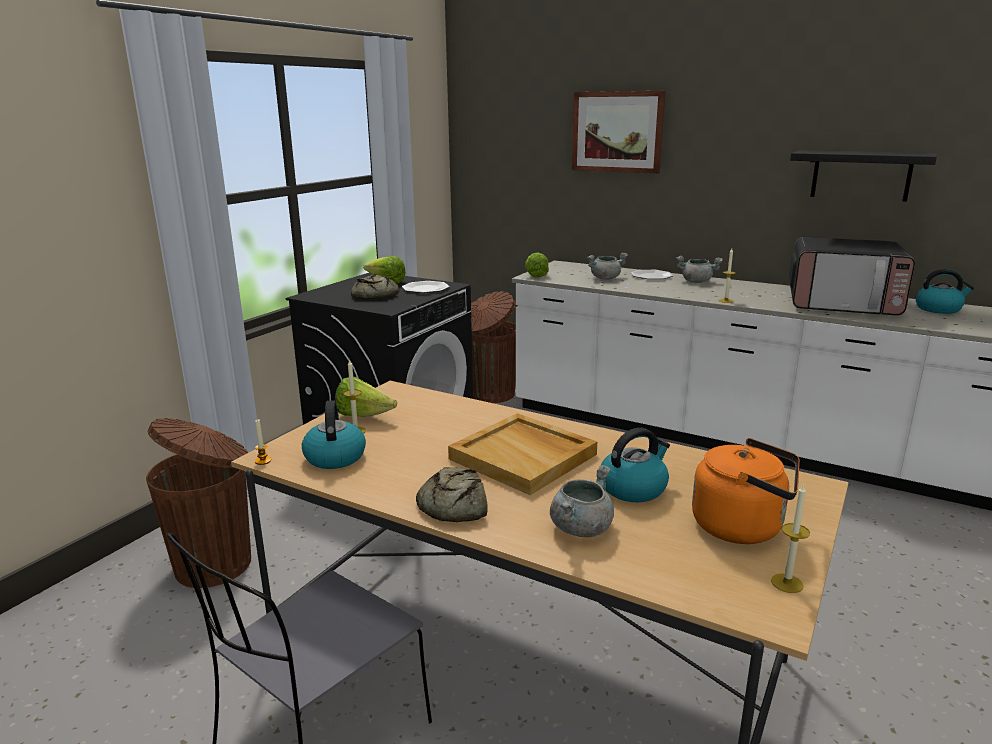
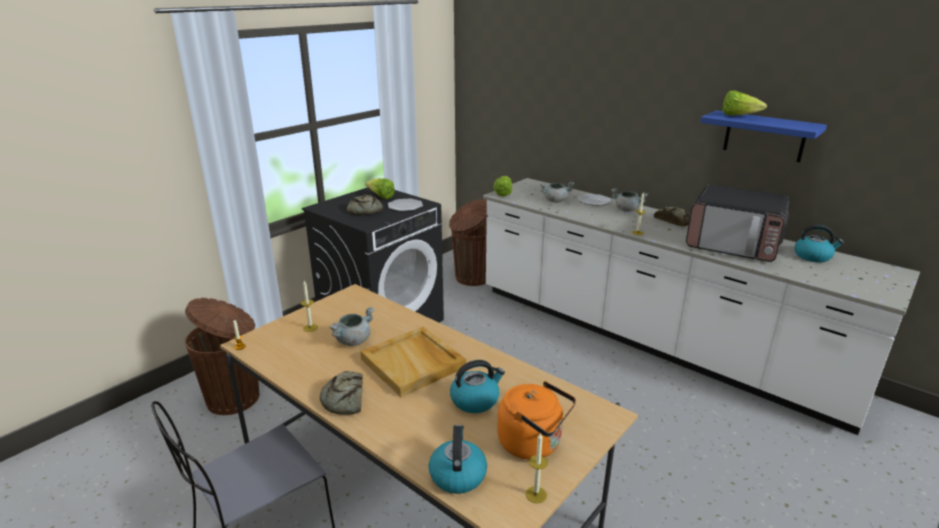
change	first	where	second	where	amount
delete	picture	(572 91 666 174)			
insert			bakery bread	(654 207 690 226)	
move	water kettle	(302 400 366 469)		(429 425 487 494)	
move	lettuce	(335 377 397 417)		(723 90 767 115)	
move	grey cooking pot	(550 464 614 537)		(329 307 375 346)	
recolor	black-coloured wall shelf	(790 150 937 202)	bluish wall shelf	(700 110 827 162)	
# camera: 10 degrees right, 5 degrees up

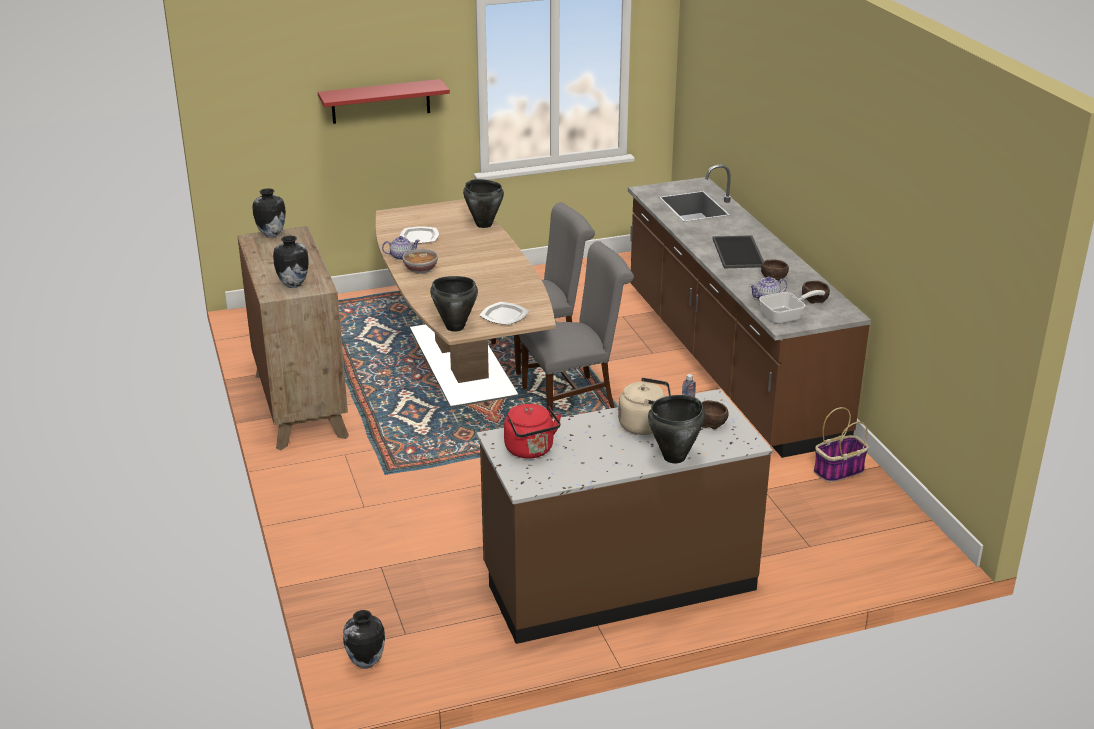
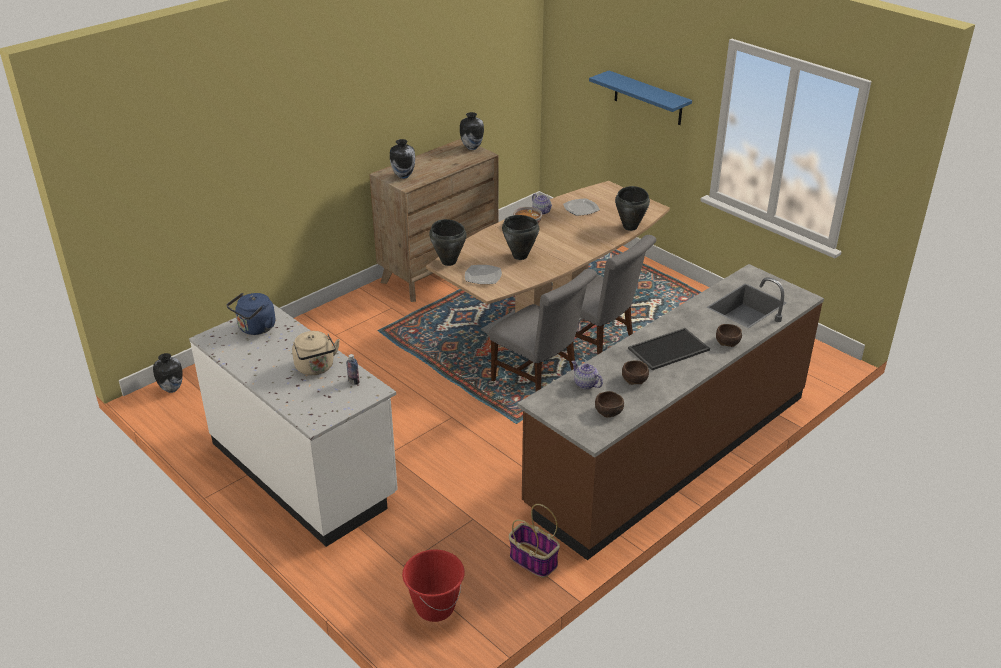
change	first	where	second	where	amount
delete	frying pan	(759 290 825 324)			
insert			reddish water bucket	(402 550 465 622)	
move	black-coloured cooking pot	(648 395 705 463)		(502 215 539 260)	
move	brown bowl	(702 400 728 429)		(716 324 742 347)	
recolor	reddish wall shelf	(318 79 450 124)	bluish wall shelf	(589 71 692 125)	
recolor	brown kitchen counter	(477 389 773 644)	whitish kitchen counter	(189 304 398 547)	
recolor	reddish water kettle	(504 404 561 459)	bluish water kettle	(227 293 275 335)	
# camera: 65 degrees right, 5 degrees up

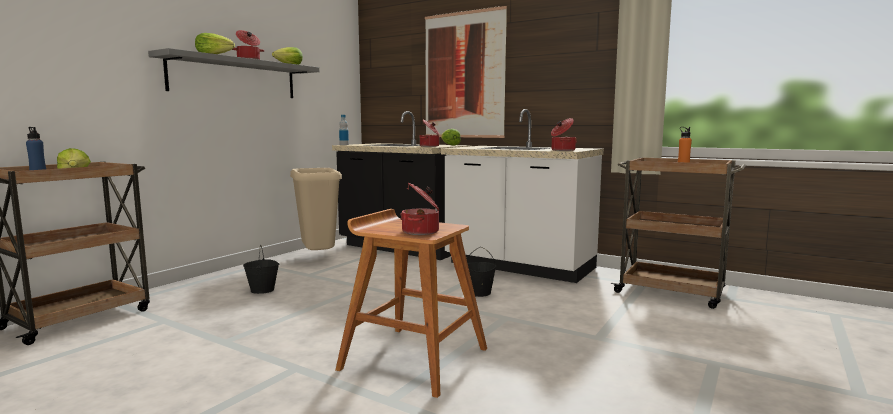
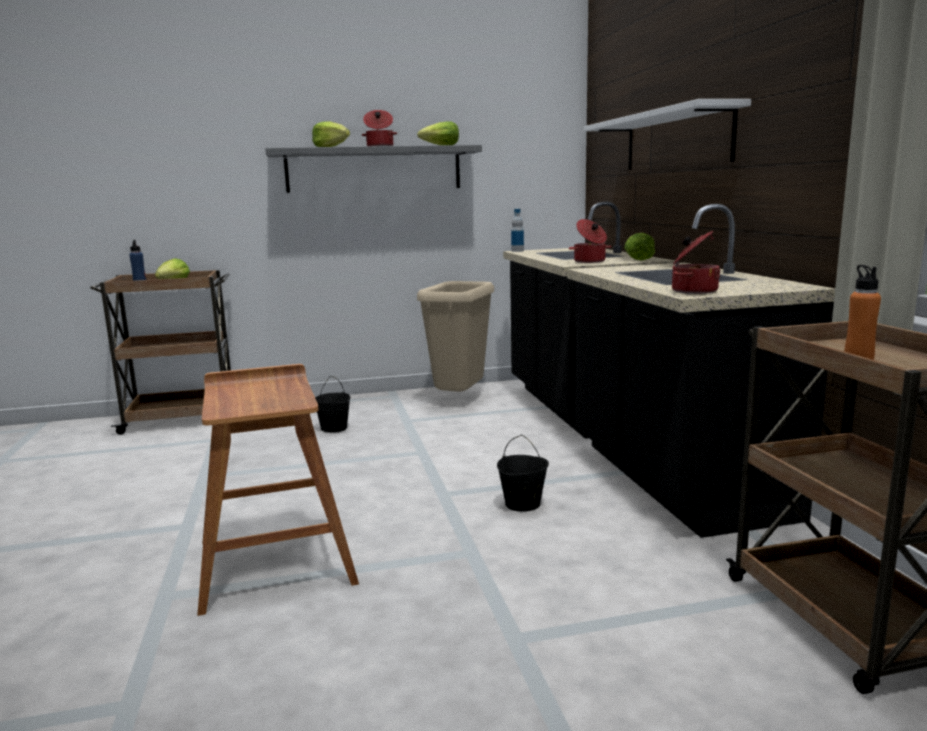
change	first	where	second	where	amount
delete	cooking pot	(400 182 439 235)			
replace	picture	(425 6 507 138)	whitish wall shelf	(584 99 751 170)	
recolor	whitish kitchen counter	(441 109 604 283)	black-coloured kitchen counter	(568 204 835 538)	
# camera: 45 degrees right, 5 degrees up

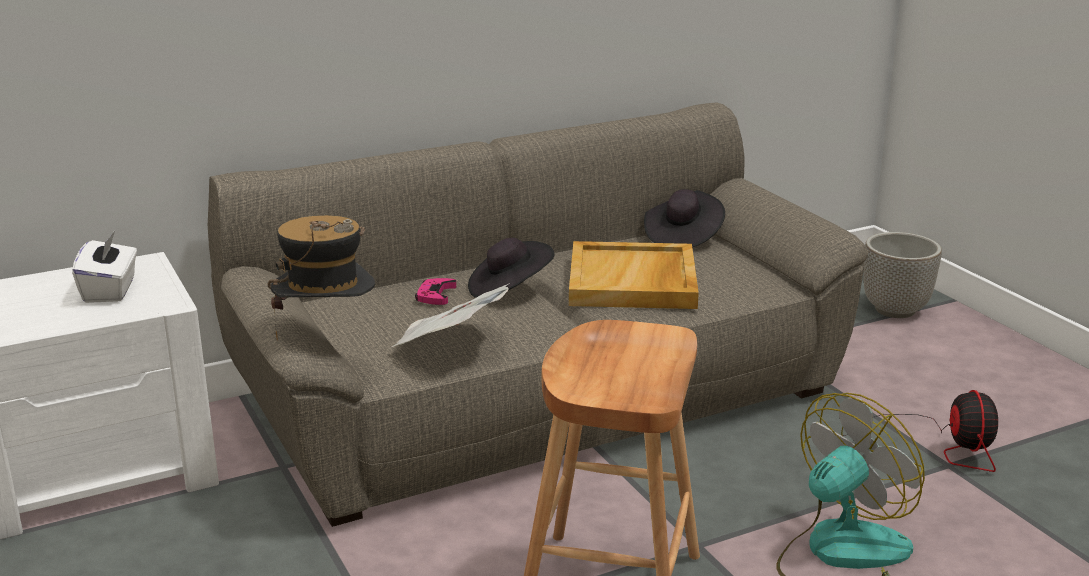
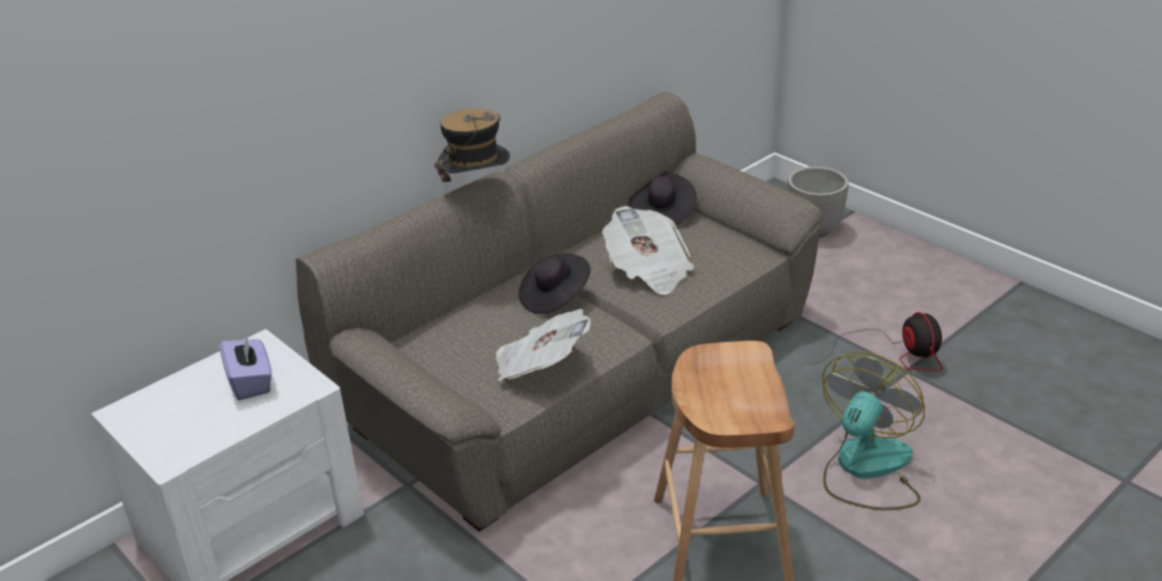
change	first	where	second	where	amount
delete	pink joypad	(415 278 456 305)			
move	clothing hat	(267 215 375 340)		(434 108 510 204)	
replace	beige-coloured tray	(569 241 699 309)	printed paper	(602 206 694 295)	
recolor	whitish tissue box	(72 231 137 303)	purple tissue box	(220 334 272 400)	
# camera: 15 degrees left, 10 degrees up

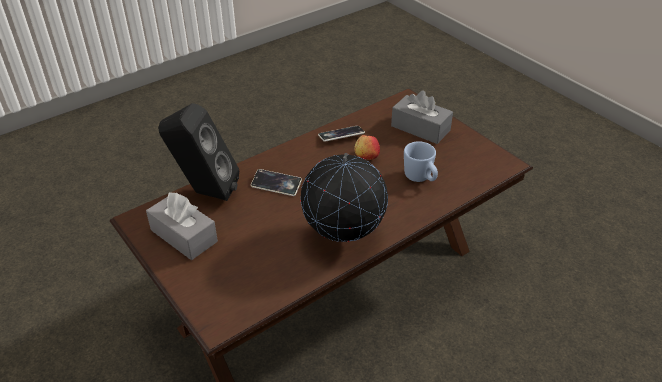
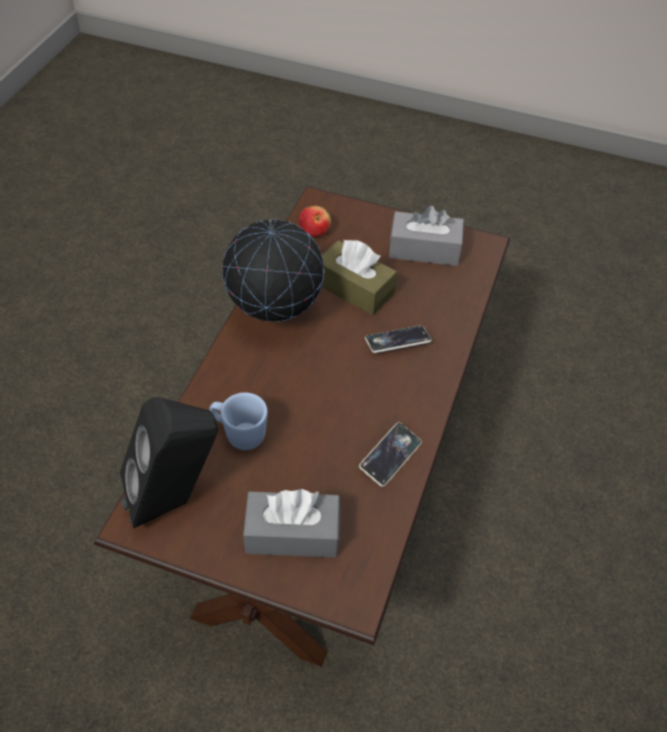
change	first	where	second	where	amount
insert			brown tissue box	(322 239 397 315)	
move	black-coloured loudspeaker	(158 103 239 201)		(120 397 218 528)	
move	apple	(354 135 380 160)		(299 206 331 237)	
# camera: 145 degrees right, 10 degrees up

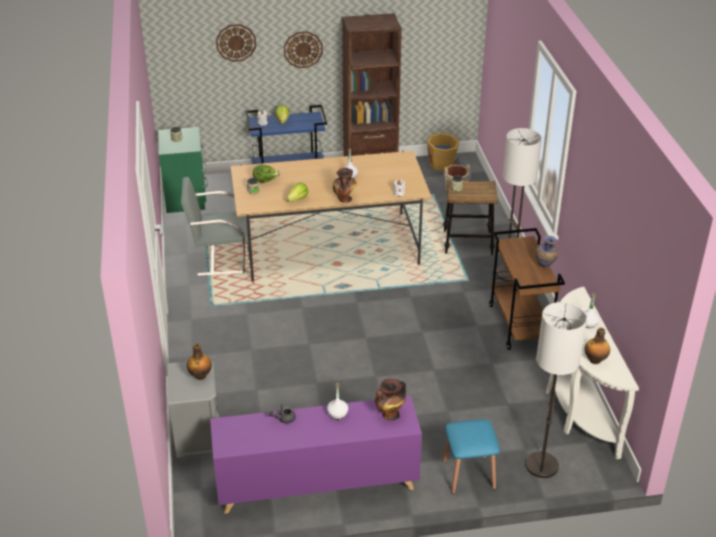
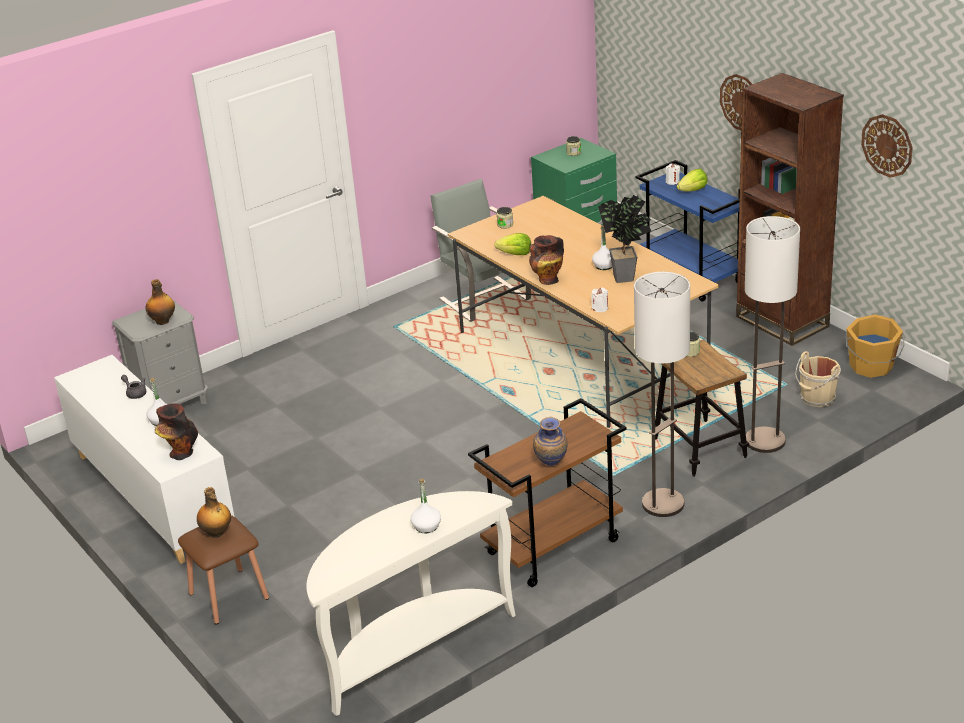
change	first	where	second	where	amount
delete	lettuce	(253 165 280 183)			
insert			plant in a pot	(598 195 651 283)	
move	clock on the wall	(216 24 256 62)		(861 114 913 178)	
move	standard lamp	(526 302 587 478)		(745 216 800 453)	
move	drink bottle	(584 327 610 364)		(197 487 231 538)	
recolor	purple cupboard	(210 396 422 514)	whitish cupboard	(54 355 234 564)	
recolor	bluish stool seat	(443 419 500 494)	brown stool seat	(178 515 269 624)	
# camera: 65 degrees right, 5 degrees down

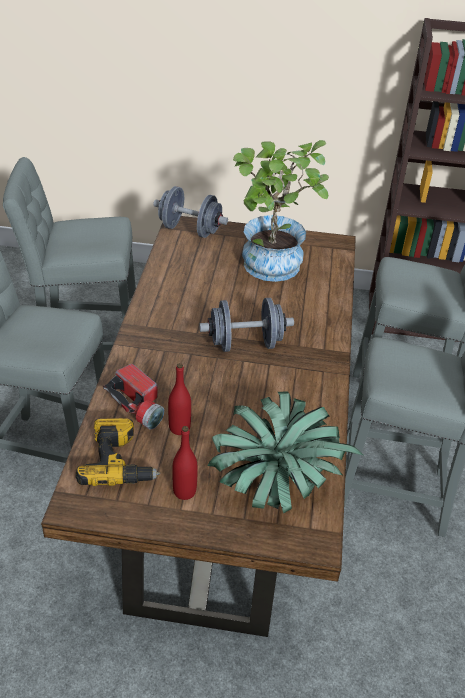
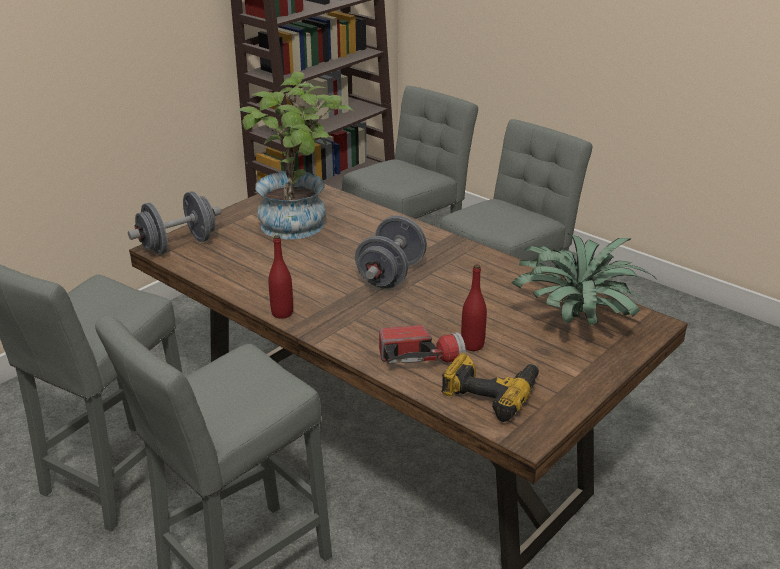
change	first	where	second	where	amount
move	reddish drink bottle	(172 426 198 500)		(269 235 293 319)	
# camera: 55 degrees left, 10 degrees down

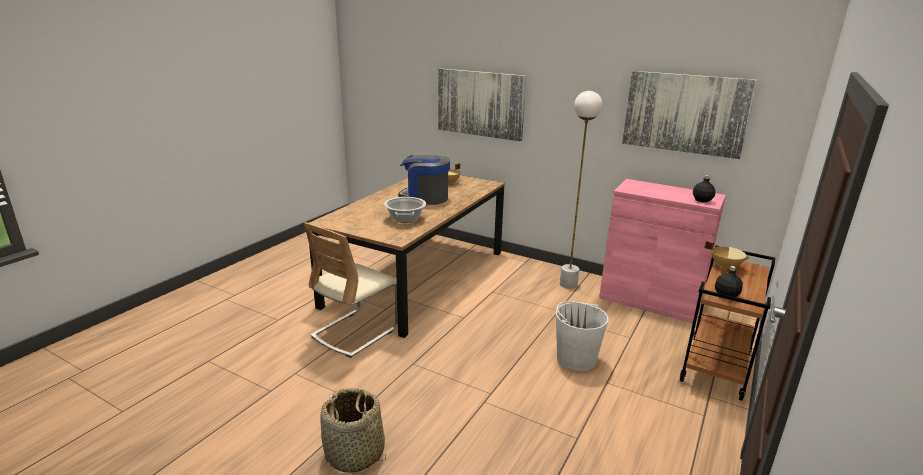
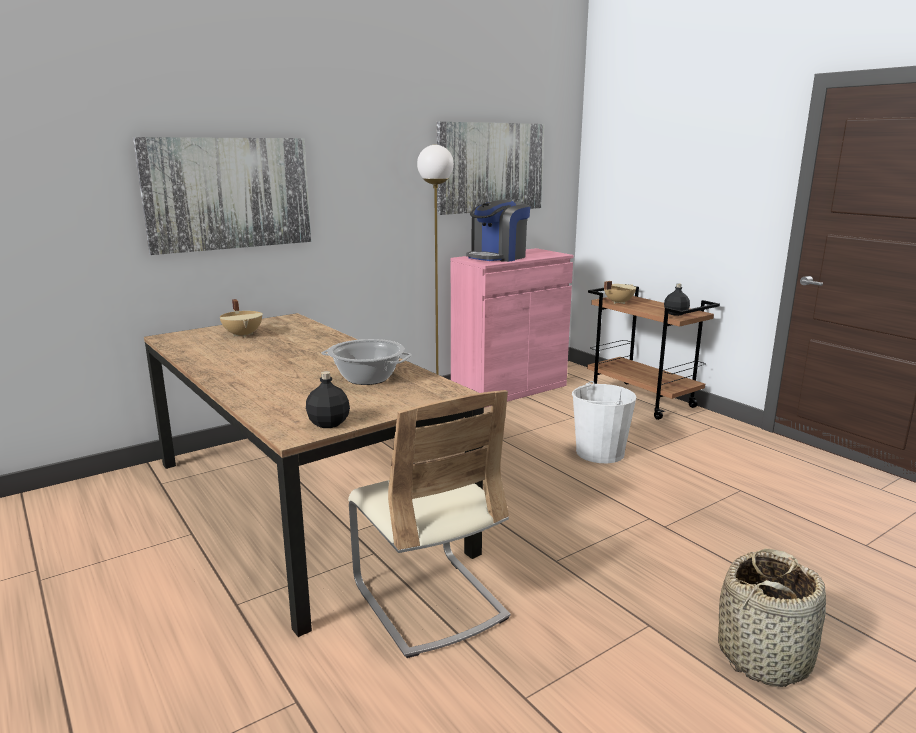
change	first	where	second	where	amount
move	coffee brewer	(398 155 450 205)		(466 200 530 262)	
move	black-coloured drink bottle	(693 175 715 202)		(306 371 350 428)	
# camera: 65 degrees left, 5 degrees down

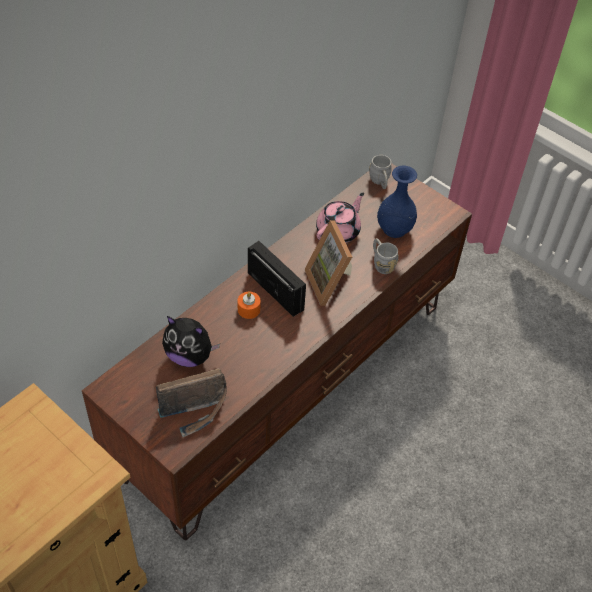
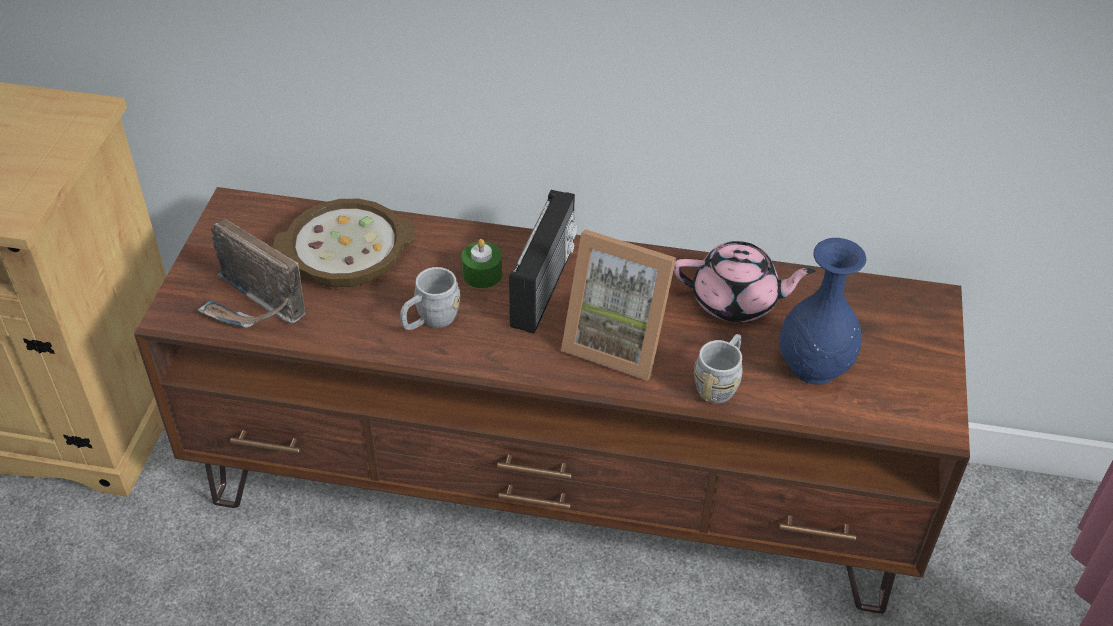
change	first	where	second	where	amount
move	grey tea mug	(369 155 392 189)		(400 267 460 330)	
replace	plush toy	(162 316 220 367)	bowl	(273 199 415 287)	
recolor	orange-coloured wax candle	(238 292 260 319)	green-coloured wax candle	(462 239 502 289)	
rotate	picture frame	(304 220 352 306)		(561 229 676 381)	105 degrees counterclockwise
# camera: 60 degrees right, 5 degrees down

